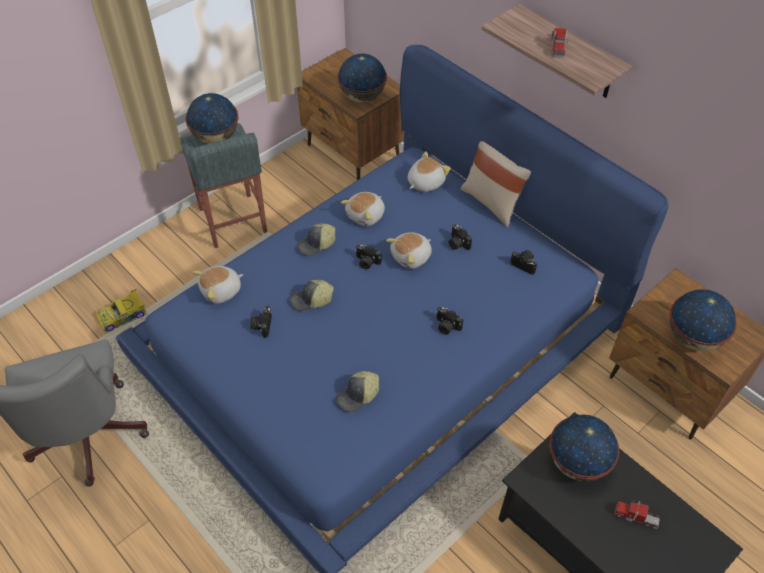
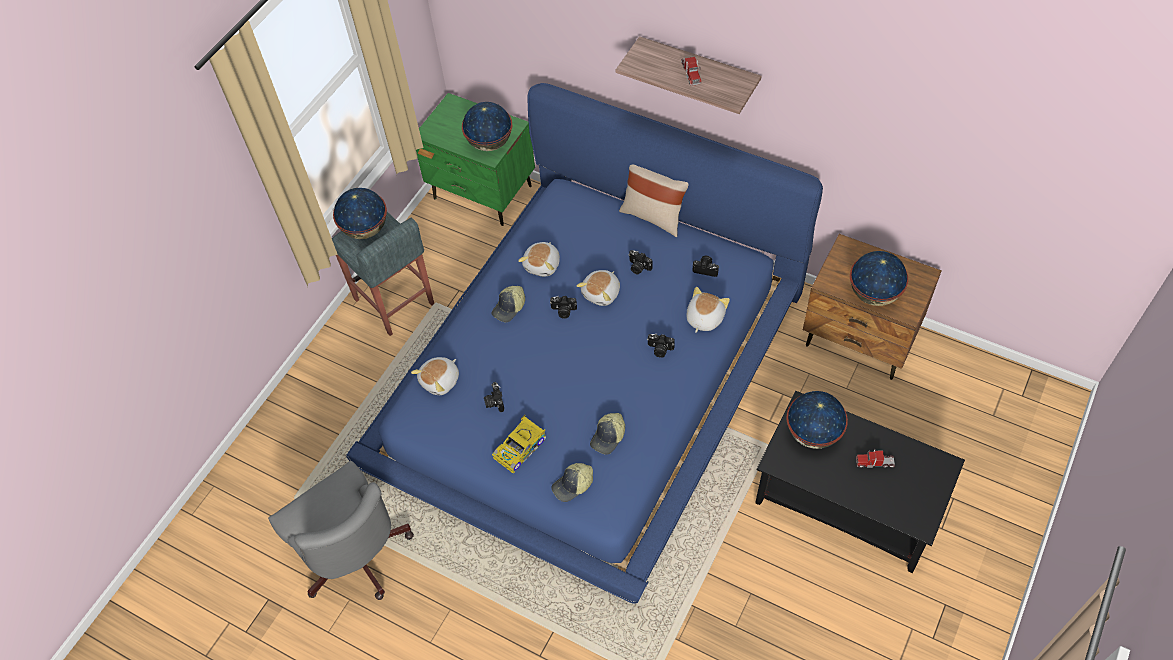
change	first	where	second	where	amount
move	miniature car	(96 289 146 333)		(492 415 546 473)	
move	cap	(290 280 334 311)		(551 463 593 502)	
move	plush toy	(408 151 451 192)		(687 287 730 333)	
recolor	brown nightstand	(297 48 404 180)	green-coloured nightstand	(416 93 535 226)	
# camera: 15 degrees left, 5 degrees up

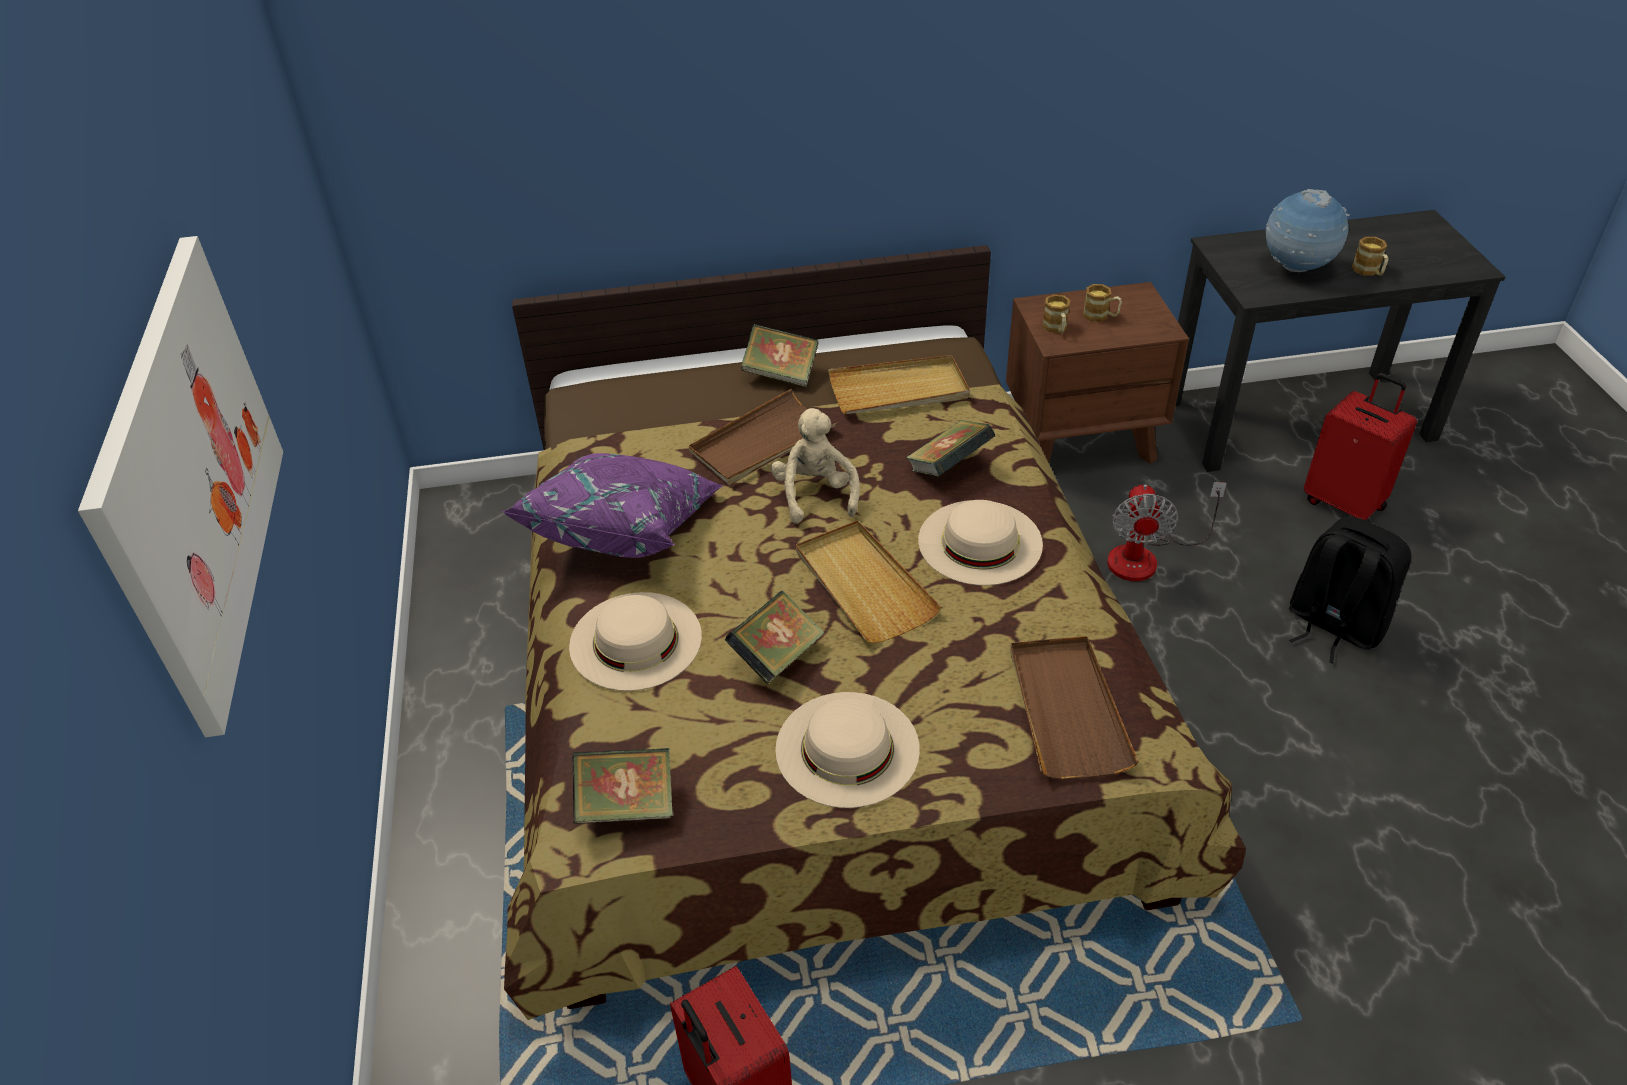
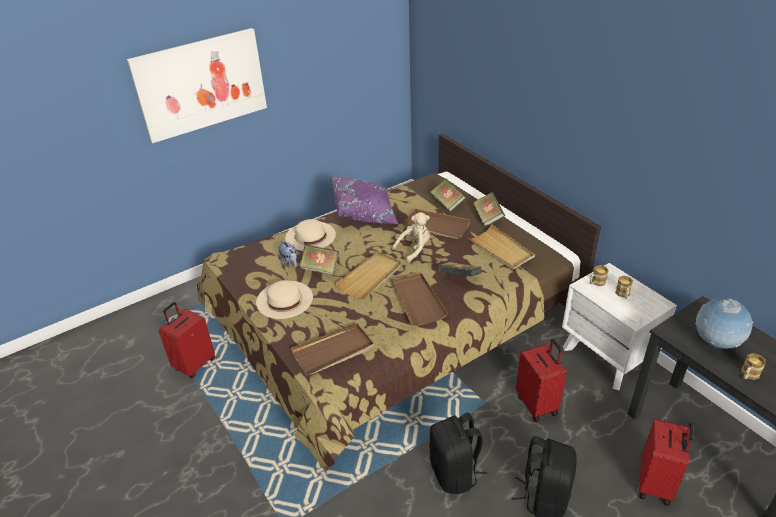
change	first	where	second	where	amount
insert			plush toy	(278 241 298 267)	
insert			black-coloured knapsack	(429 413 487 494)	
move	volume	(572 748 673 824)		(430 179 466 212)	
replace	beige-coloured clothing hat	(918 500 1043 585)	brown tray	(391 273 448 325)	
replace	cooling fan	(1107 482 1227 581)	reddish travel case	(516 339 567 422)	
recolor	brown nightstand	(1006 282 1189 464)	whitish nightstand	(562 263 677 390)	
# camera: 65 degrees right, 5 degrees down

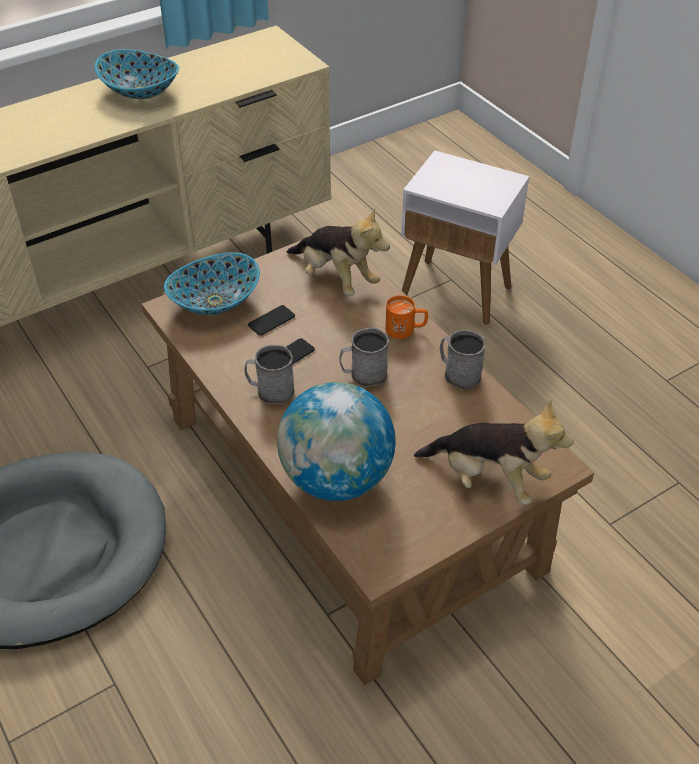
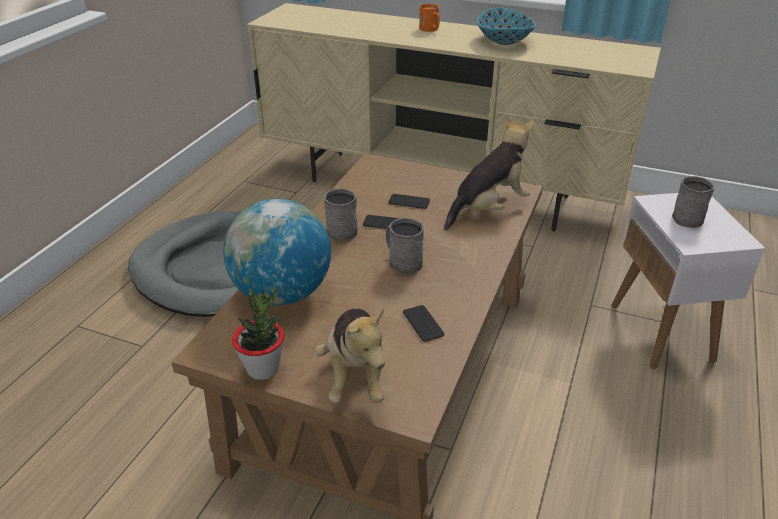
change	first	where	second	where	amount
delete	bowl	(164 252 260 315)			
insert			plant in a pot	(232 289 285 380)	
insert			phone	(403 305 444 342)	
move	orange-coloured tea mug	(386 295 428 339)		(419 4 440 32)	
move	grey tea mug	(440 329 485 390)		(672 176 715 228)	
rotate	plush toy	(287 207 390 296)		(444 116 534 230)	135 degrees counterclockwise
# camera: 55 degrees right, 10 degrees down

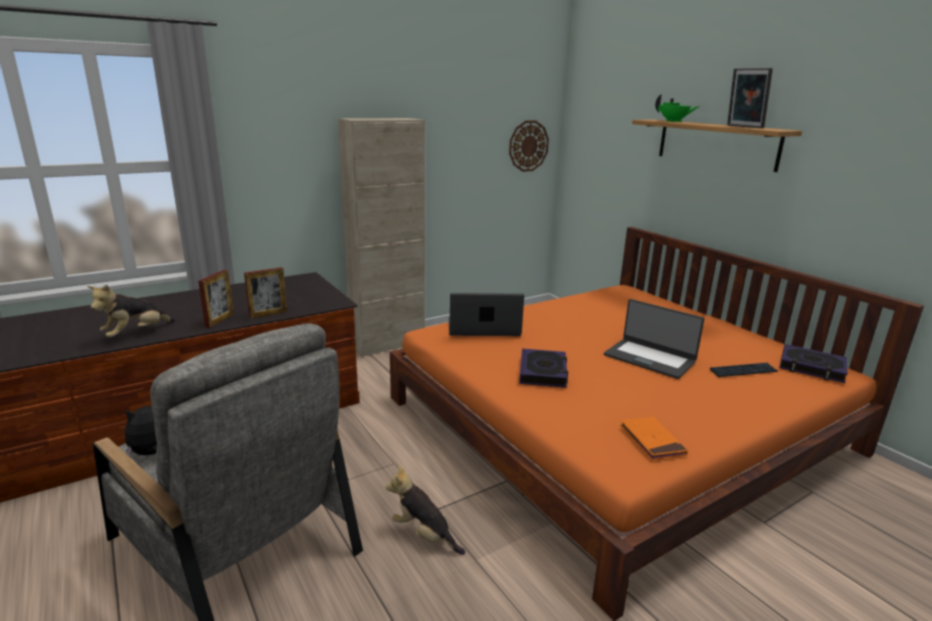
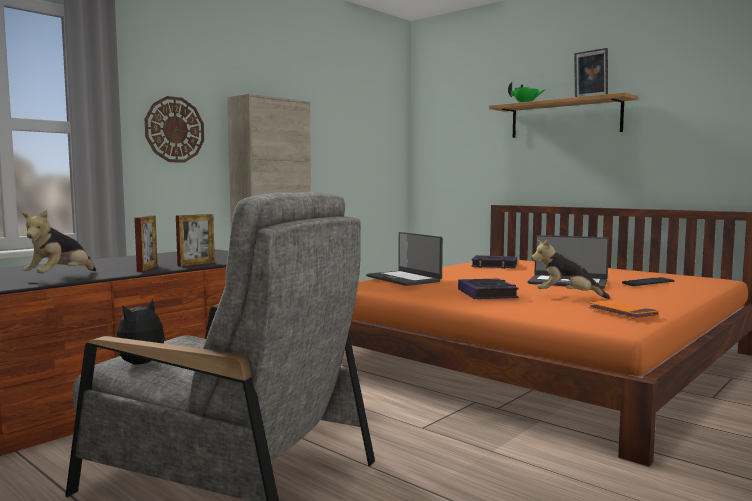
change	first	where	second	where	amount
move	plush toy	(386 465 465 555)		(531 240 610 299)	
move	clock on the wall	(509 121 549 172)		(145 96 204 163)	
move	volume	(779 344 848 383)		(472 255 517 269)	
rotate	portable computer	(449 293 524 336)		(366 232 443 286)	105 degrees counterclockwise
# camera: 15 degrees left, 15 degrees down

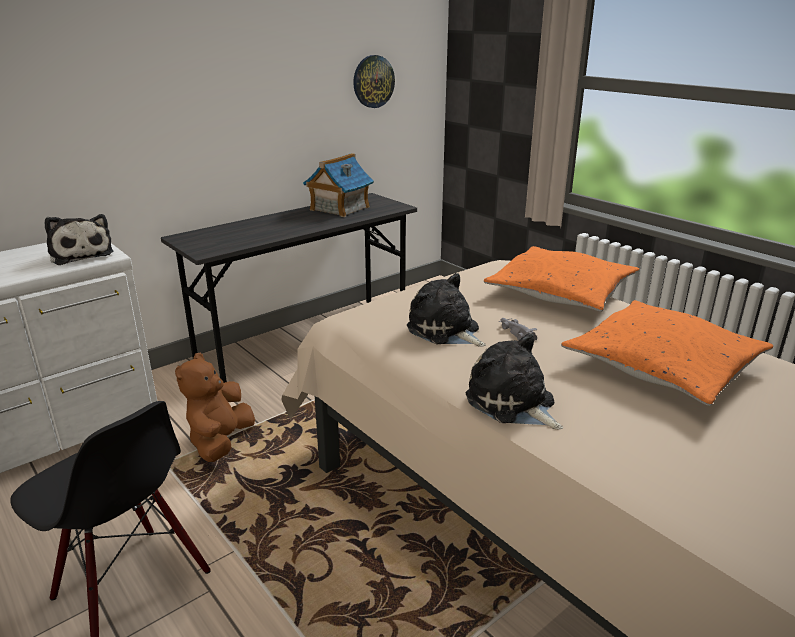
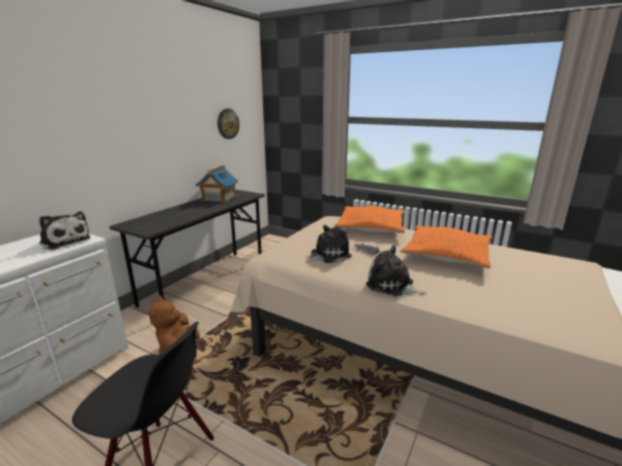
change	first	where	second	where	amount
rotate	plush toy	(407 273 486 346)		(306 225 352 263)	120 degrees clockwise
# camera: 20 degrees left, 5 degrees down

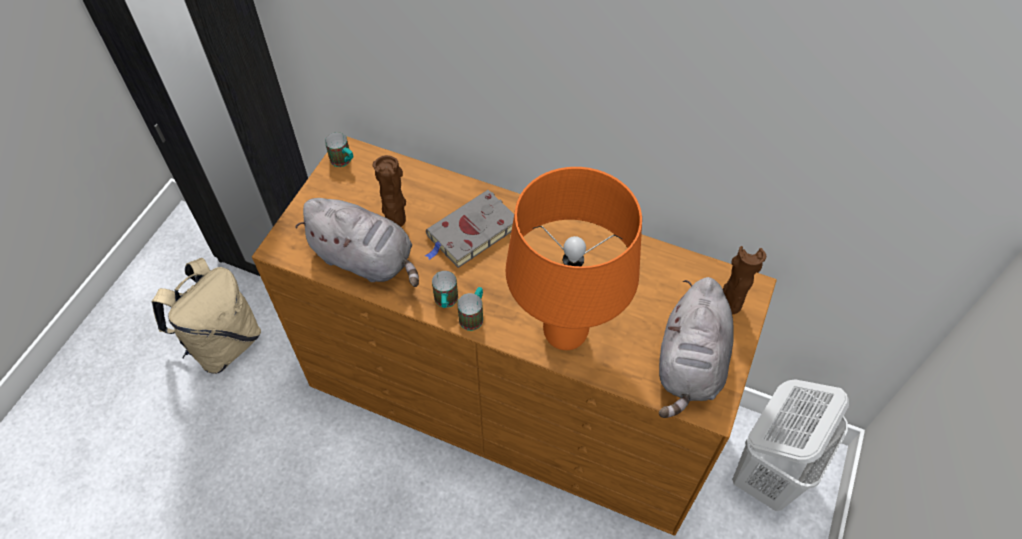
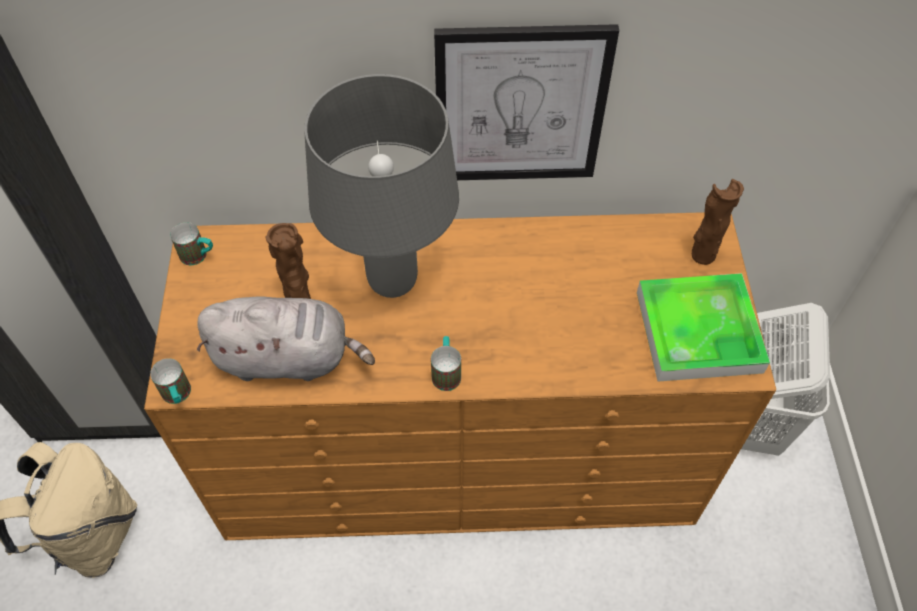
change	first	where	second	where	amount
delete	orange-coloured tabletop lamp	(506 167 642 350)			
insert			picture	(434 24 619 180)	
move	tea mug	(432 271 458 308)		(150 358 191 404)	
replace	grey volume	(425 190 514 268)	grey tabletop lamp	(304 74 459 298)	
replace	grey plush toy	(659 277 734 418)	tray	(637 273 770 382)	
# camera: 25 degrees left, 0 degrees up

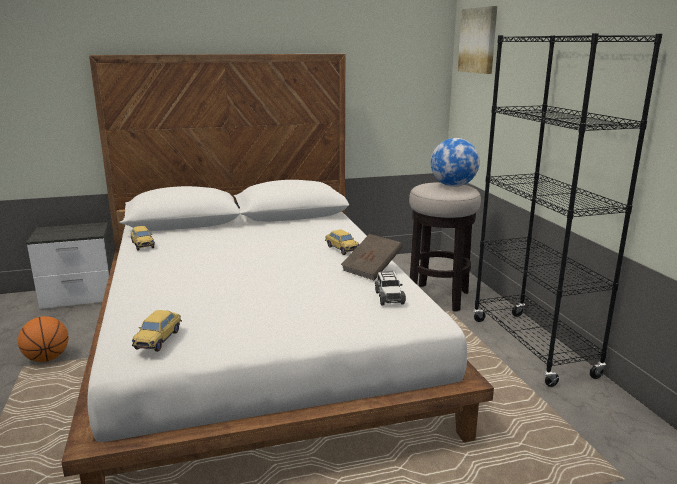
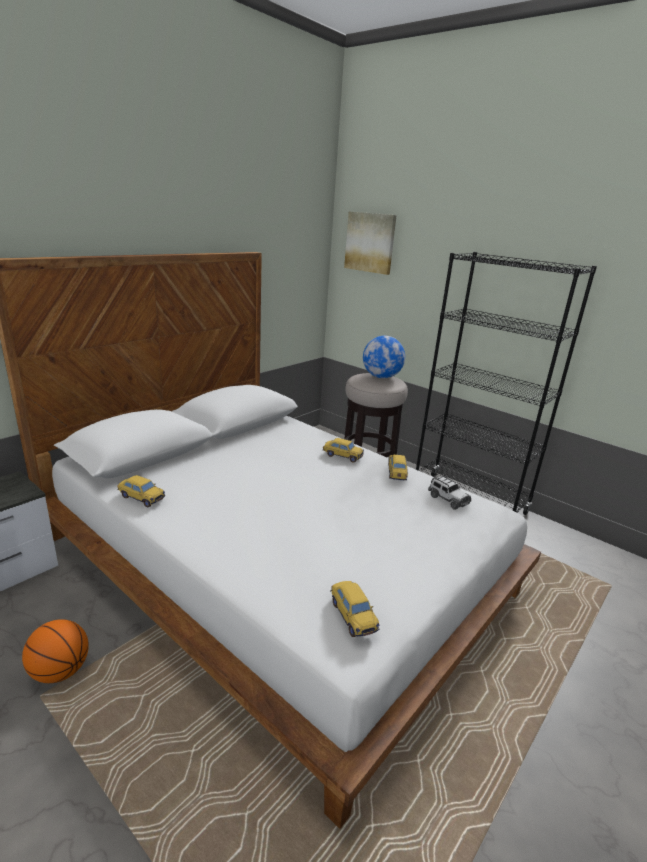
change	first	where	second	where	amount
replace	brown volume	(341 234 403 280)	miniature car	(388 455 408 480)	
# camera: 35 degrees left, 5 degrees up

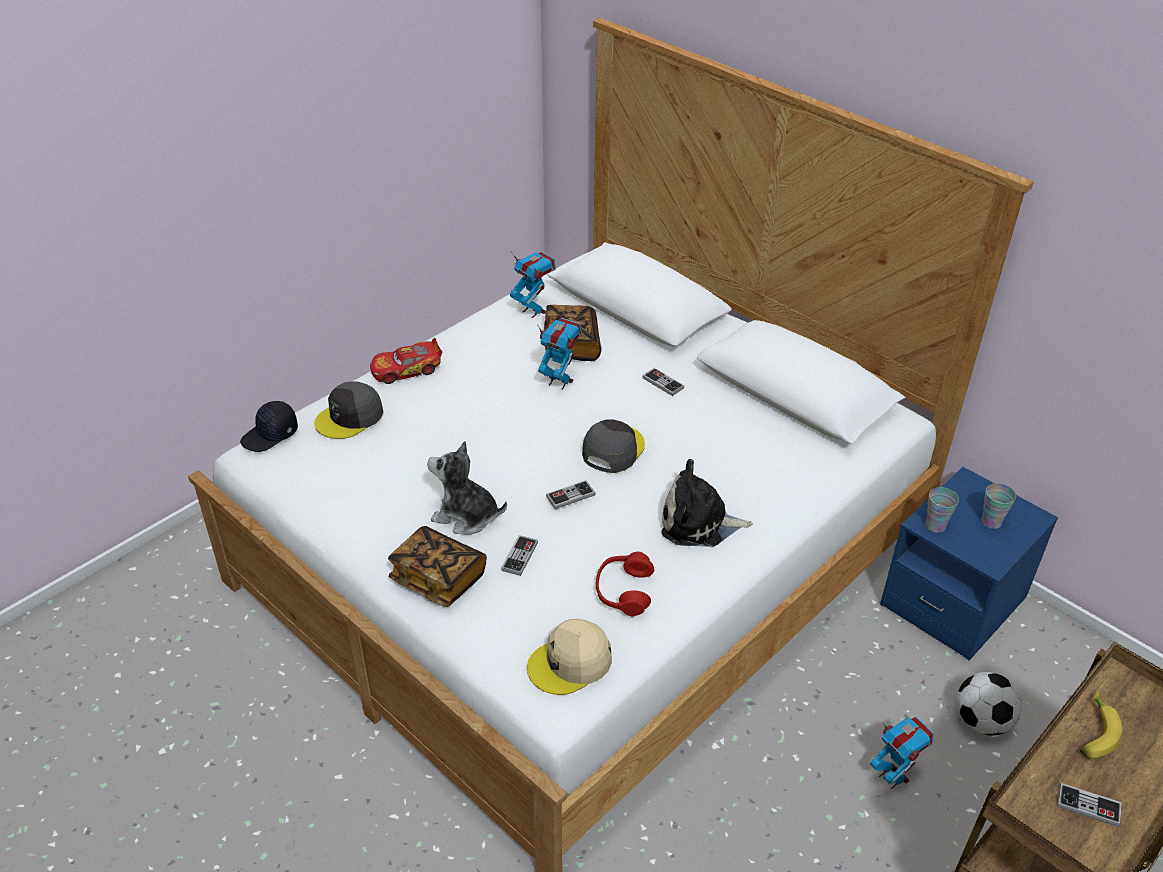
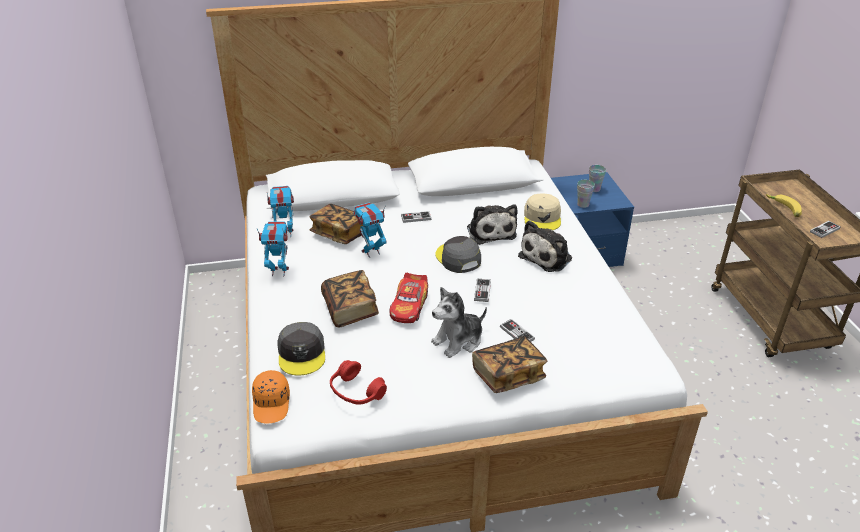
change	first	where	second	where	amount
delete	ball for football	(956 672 1022 735)			
insert			volume	(321 270 379 327)	
insert			plush toy	(467 204 518 245)	
move	miniature car	(370 338 442 384)		(390 273 428 323)	
move	beige-coloured cap	(527 619 612 695)		(524 193 561 230)	
move	reddish headset	(596 552 654 617)		(330 360 387 405)	
move	toy robot	(870 716 934 789)		(257 221 289 277)	
recolor	black-coloured cap	(240 401 298 452)	orange-coloured cap	(252 370 290 424)	
# camera: 55 degrees left, 5 degrees down

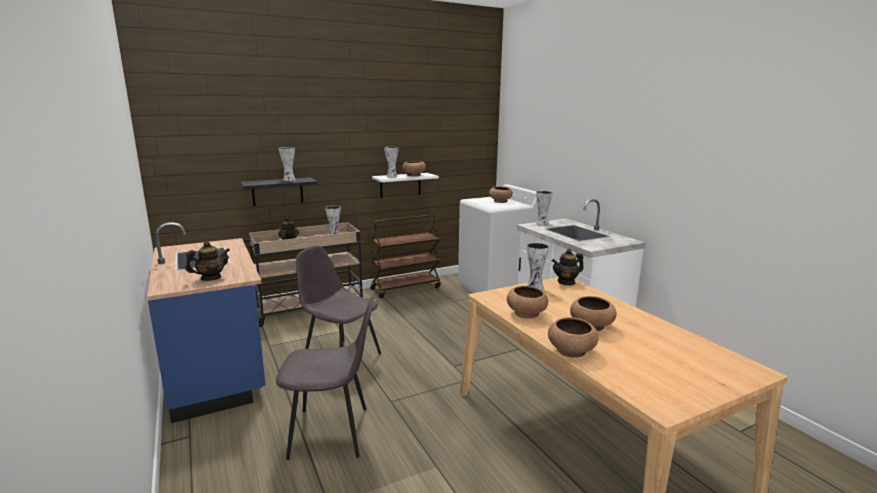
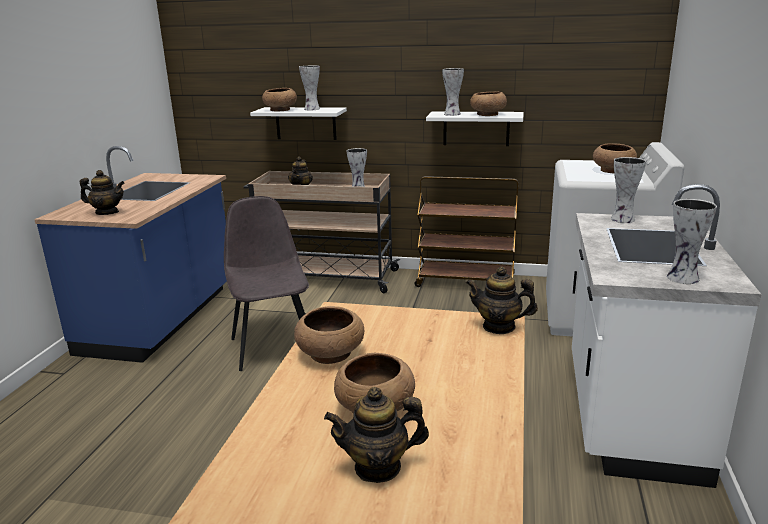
change	first	where	second	where	amount
delete	grey upright chair	(276 296 374 460)			
insert			teapot	(324 387 429 483)	
move	decorative vase	(527 243 549 290)		(667 199 717 284)	
move	brown bowl	(548 317 599 358)		(262 88 297 111)	
recolor	black-coloured wall shelf	(240 177 318 206)	whitish wall shelf	(250 107 347 140)	
# camera: 40 degrees right, 5 degrees up

